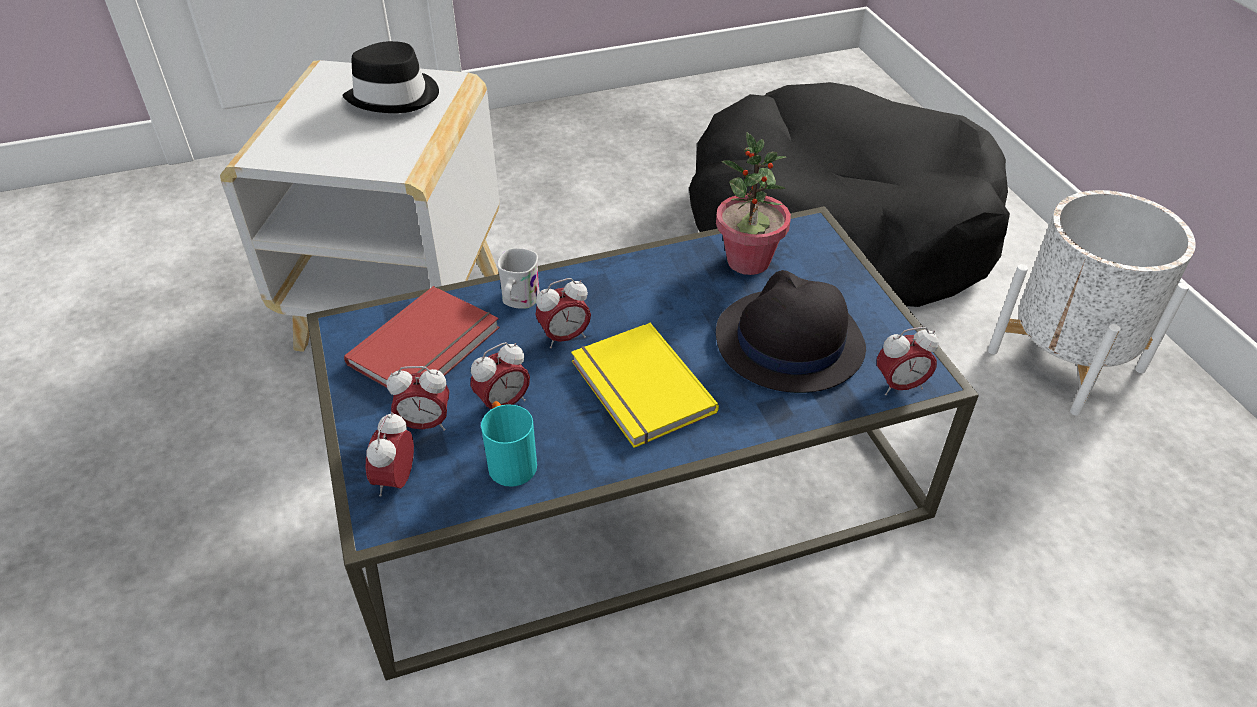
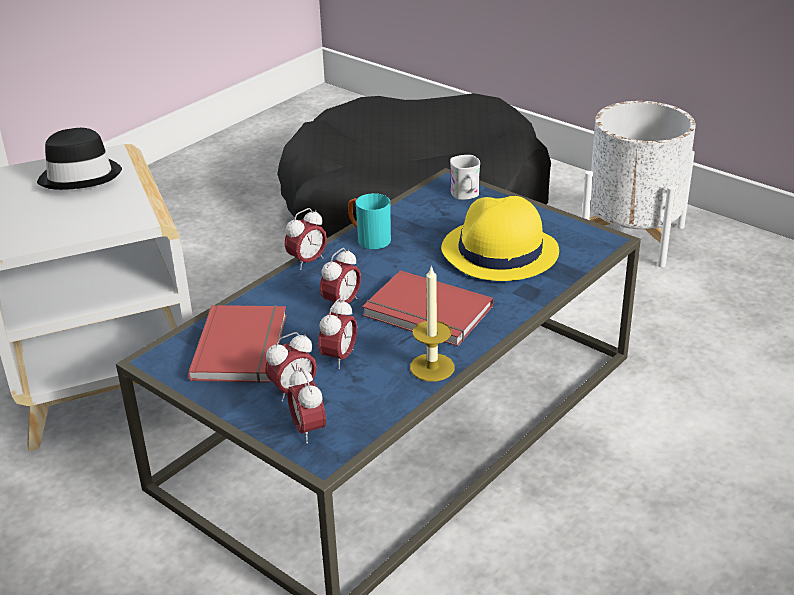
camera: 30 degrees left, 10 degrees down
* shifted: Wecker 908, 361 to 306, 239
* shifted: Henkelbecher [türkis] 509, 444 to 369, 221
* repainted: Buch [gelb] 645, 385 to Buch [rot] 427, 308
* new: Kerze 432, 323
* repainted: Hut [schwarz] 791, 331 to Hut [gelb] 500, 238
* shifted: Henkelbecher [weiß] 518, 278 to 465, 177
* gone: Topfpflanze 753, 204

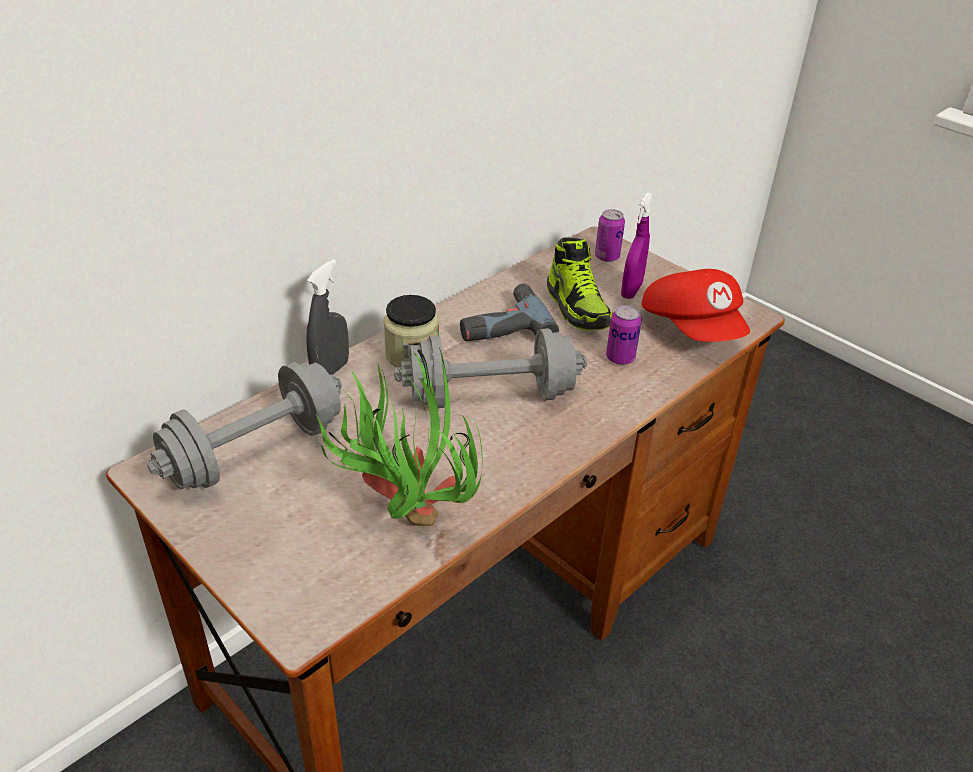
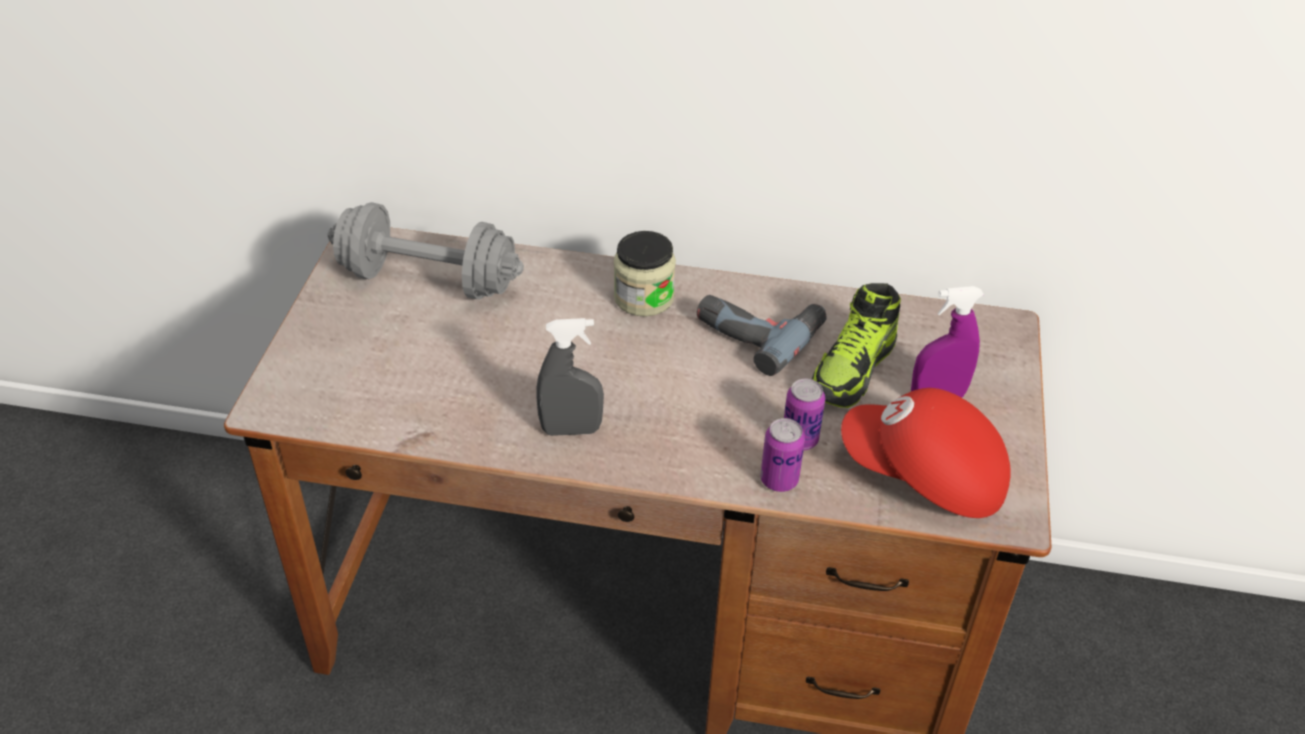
camera: 55 degrees right, 5 degrees up
* shifted: Sprühflasche [grau] 327, 317 to 570, 377
* shifted: Dose 610, 235 to 782, 455
* rotated: Kappe [rot] 695, 305 = 926, 453 75 degrees clockwise
* gone: Topfpflanze 399, 437
* gone: Hantel [grau] 490, 368

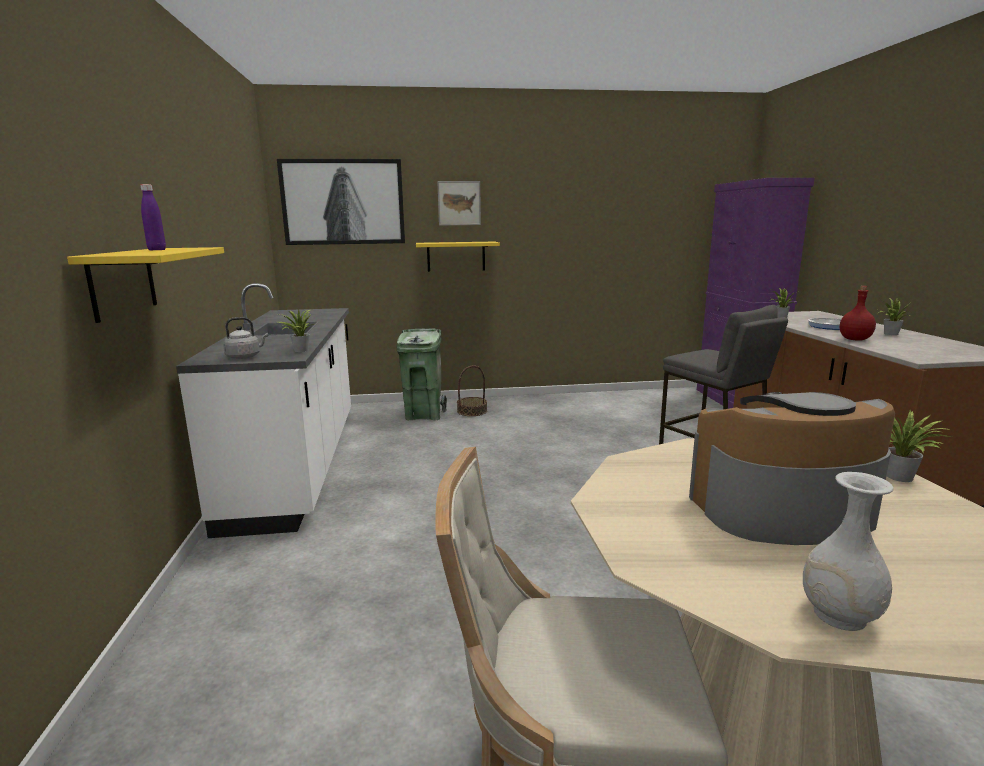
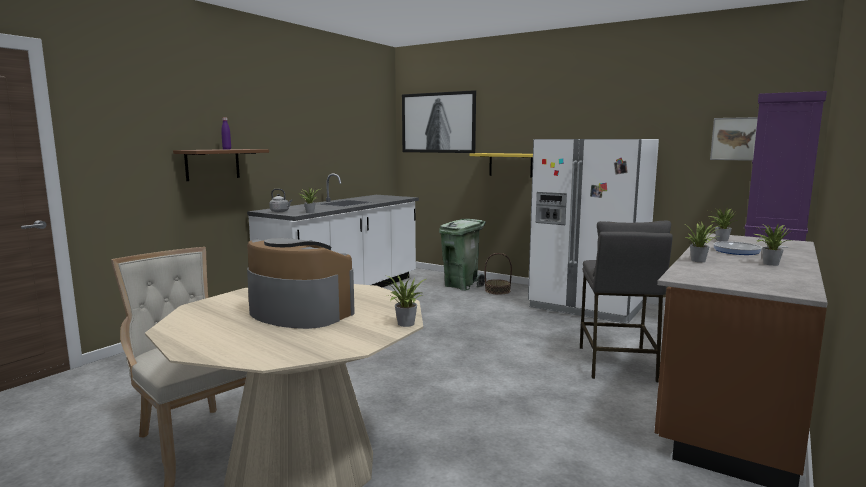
camera: 40 degrees right, 5 degrees down
* repainted: Wandregal [gelb] 145, 285 to Wandregal [braun] 221, 165
* new: Kühlschrank [weiß] 593, 231
* swapped: Flasche [rot] 858, 313 to Topfpflanze 703, 241
* shifted: Bild 459, 203 to 734, 139
* gone: Vase [weiß] 848, 551

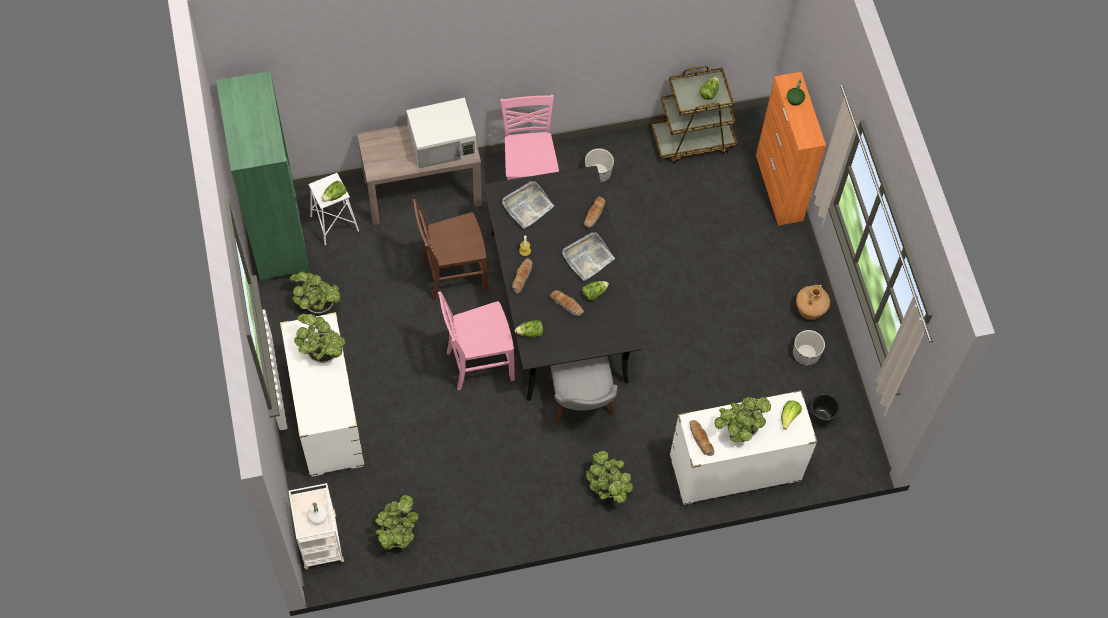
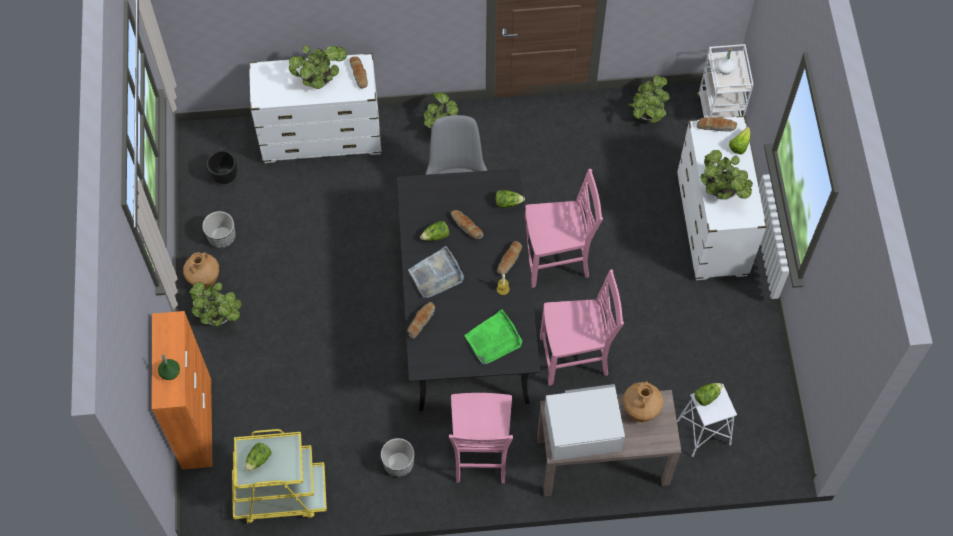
camera: 170 degrees left, 0 degrees up
* shifted: Topfpflanze 315, 292 to 215, 304
* repainted: Rollwagen [braun] 694, 114 to Rollwagen [gelb] 279, 476
* repainted: Tablett [grau] 528, 205 to Tablett [grün] 493, 336
* repainted: Stuhl [braun] 450, 250 to Stuhl [rosa] 582, 327
* new: Vase [braun] 643, 401
* new: Brot 717, 124
* shifted: Salatkopf 791, 415 to 739, 140
* gone: Bücherregal [grün] 262, 177

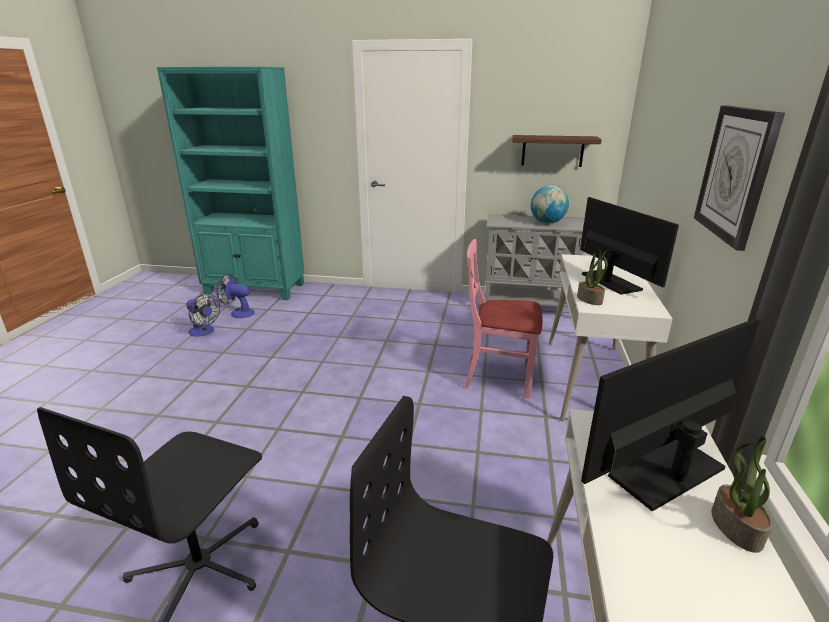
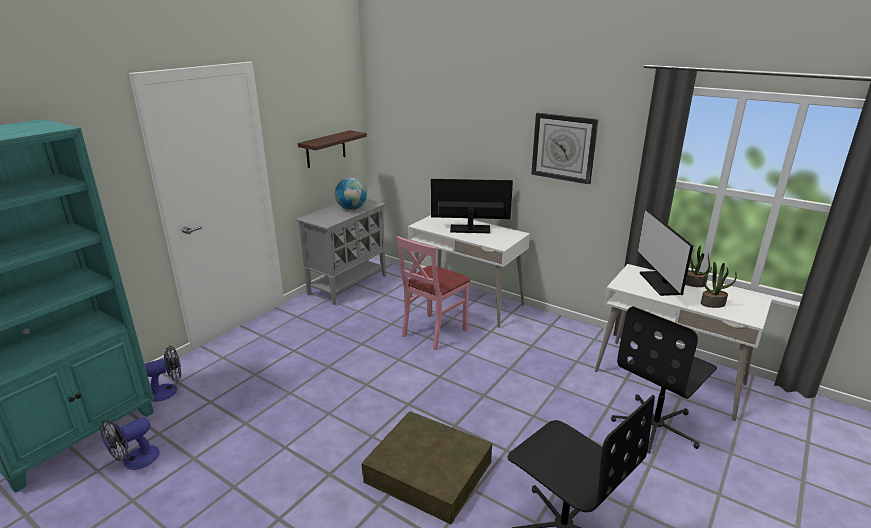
camera: 65 degrees left, 0 degrees up
* shifted: Ventilator 203, 315 to 162, 373
* new: Aufbewahrungsbox [braun] 426, 467
* shifted: Topfpflanze 592, 278 to 719, 285

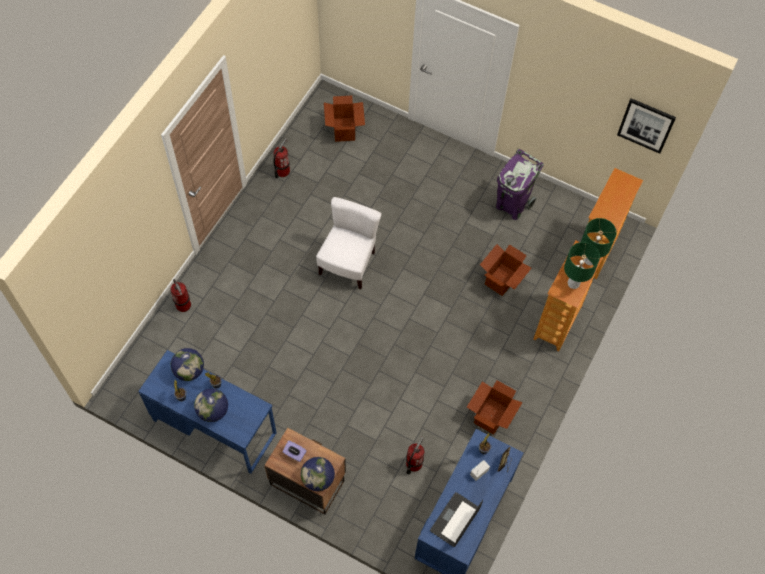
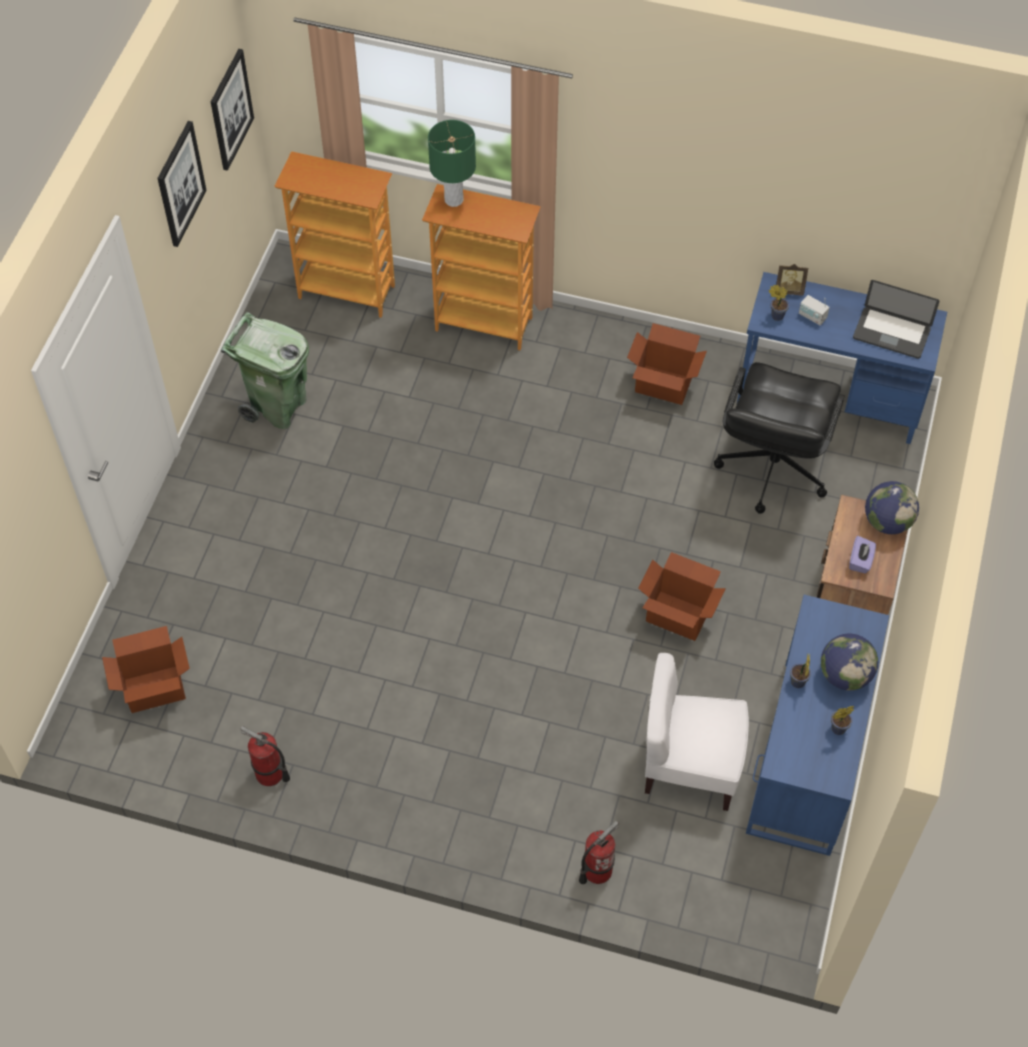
camera: 100 degrees left, 5 degrees down
* new: Bild 182, 184
* repainted: Mülleimer [lila] 520, 184 to Mülleimer [grün] 265, 370
* shifted: Karton 505, 270 to 682, 596
* shifted: Stuhl [weiß] 348, 243 to 697, 732
* swapped: Feuerlöscher 415, 455 to Bürostuhl [schwarz] 779, 438
* gone: Globus 187, 364
* gone: Tischlampe [grün] 582, 265

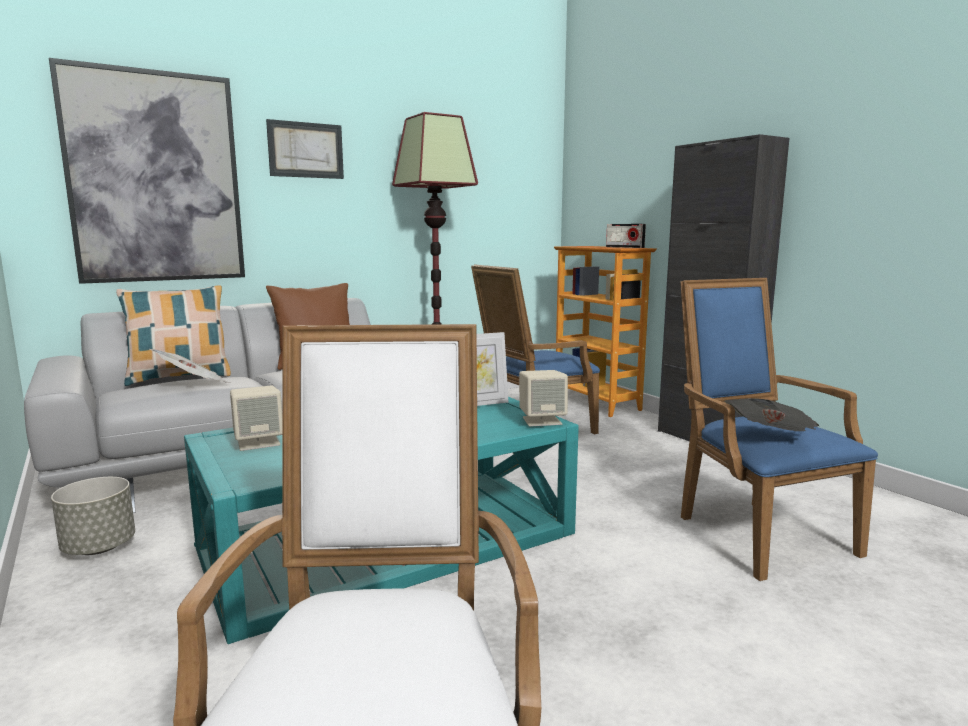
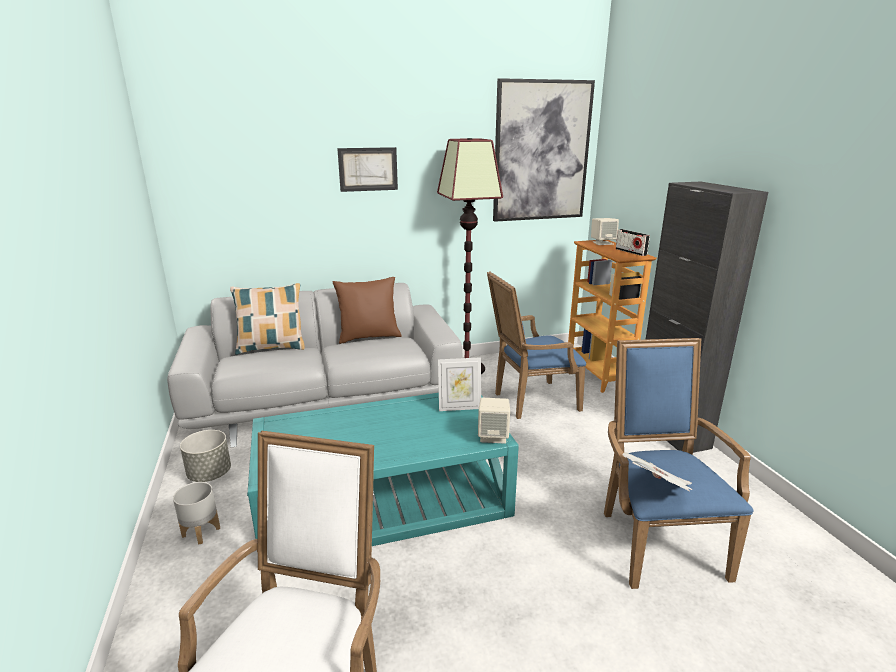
camera: 15 degrees right, 10 degrees up
* new: Pflanzkübel [grau] 196, 513
* shifted: Bild 147, 171 to 544, 150
* shifted: Lautsprecher [beige] 256, 418 to 605, 231
* gone: Zeitung 190, 366

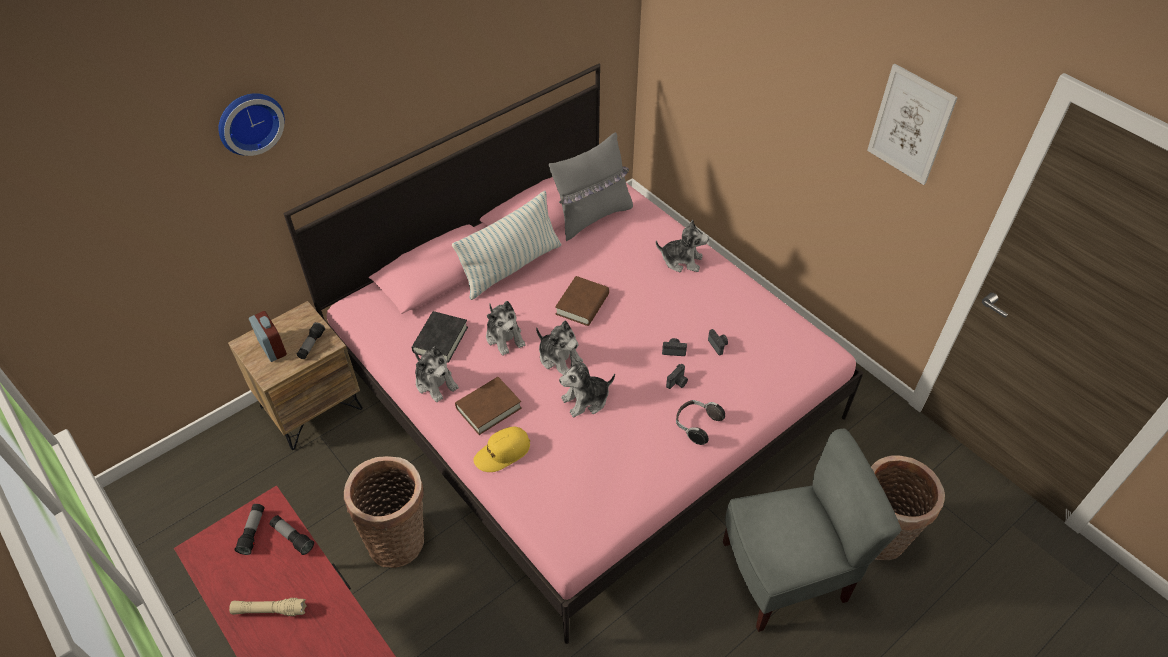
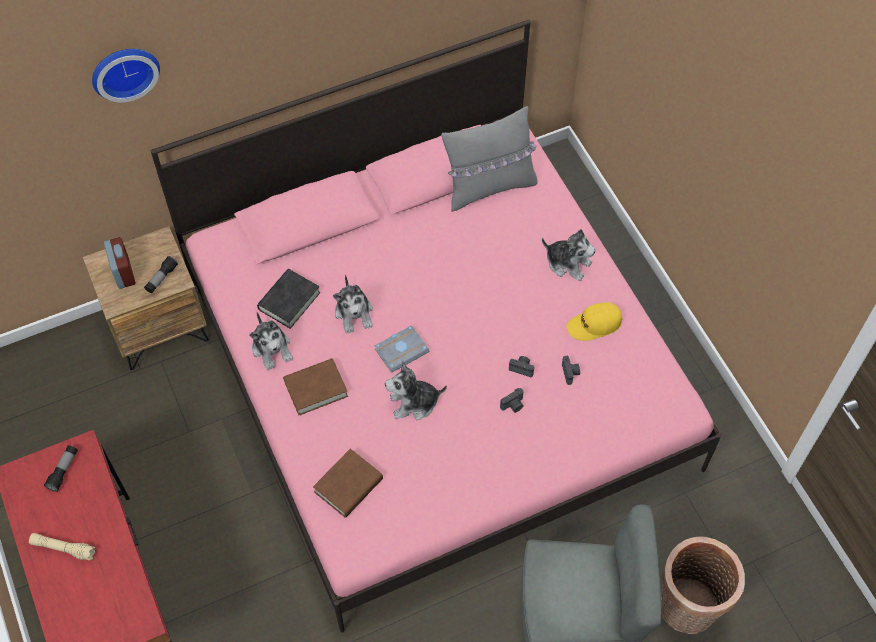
camera: 15 degrees right, 10 degrees up
* shifted: Buch [braun] 582, 301 to 348, 483
* swapped: Plüschtier 559, 348 to Buch [grau] 402, 349
* shifted: Kappe [gelb] 501, 449 to 594, 321
* gone: Taschenlampe 292, 535
* gone: Korb 384, 512
* gone: Kissen 506, 245
* gone: Kopfhörer 700, 422
* gone: Bild 912, 124

